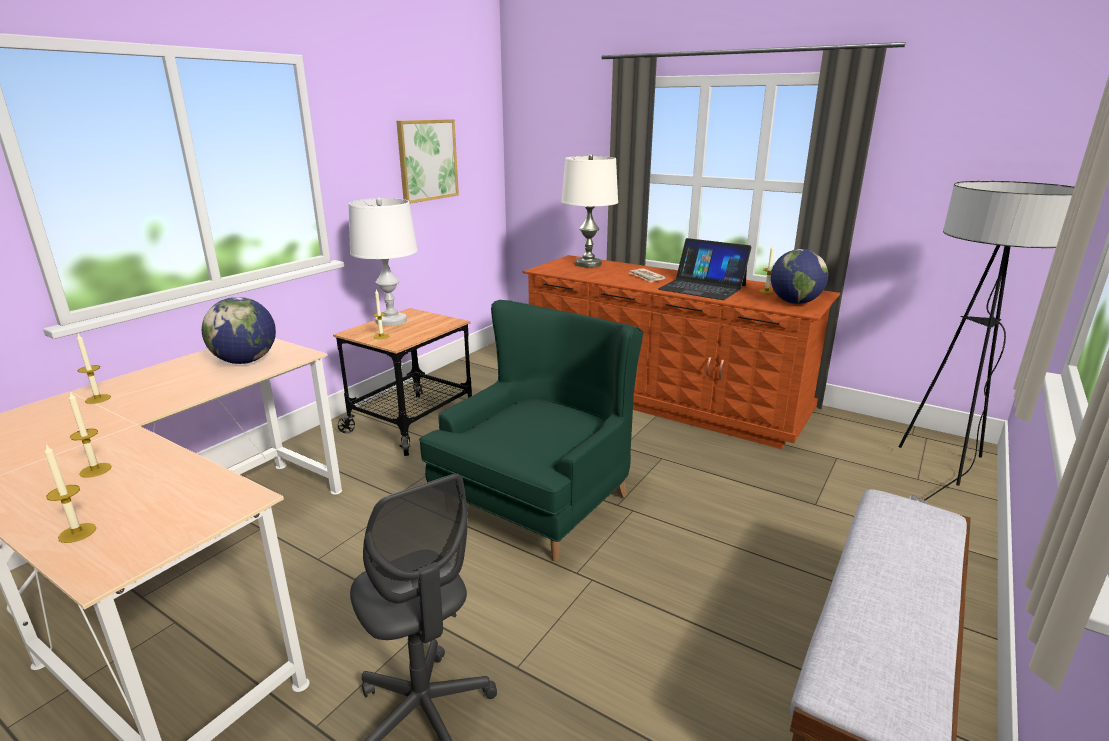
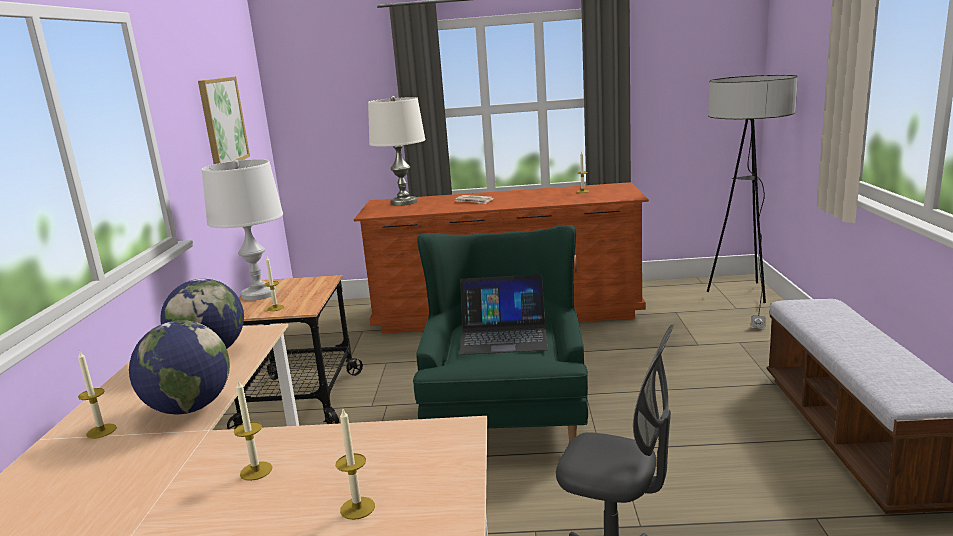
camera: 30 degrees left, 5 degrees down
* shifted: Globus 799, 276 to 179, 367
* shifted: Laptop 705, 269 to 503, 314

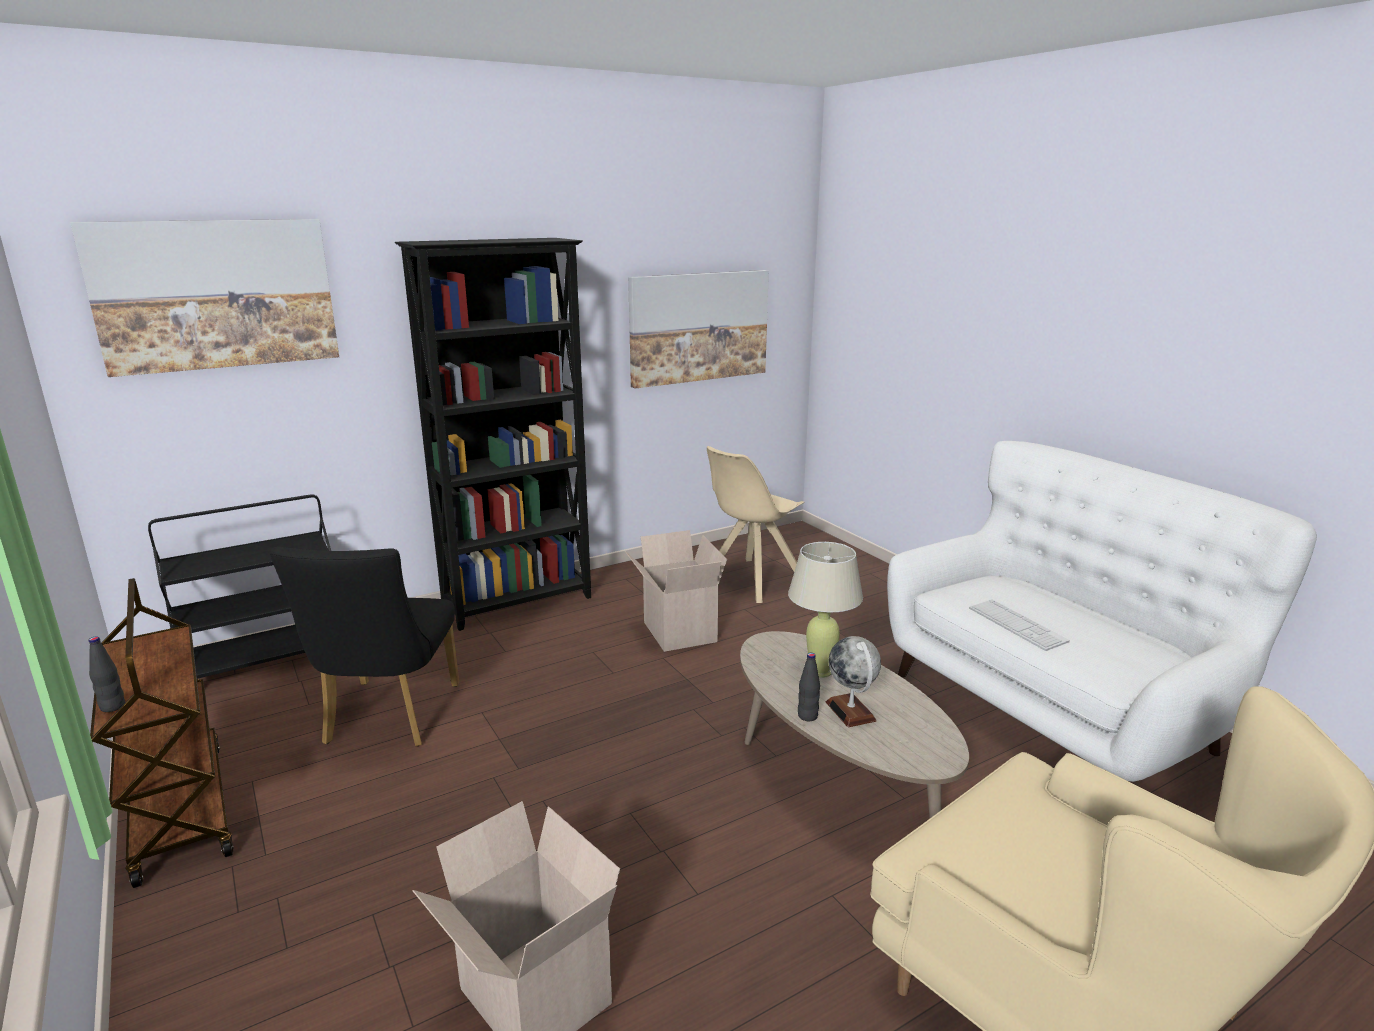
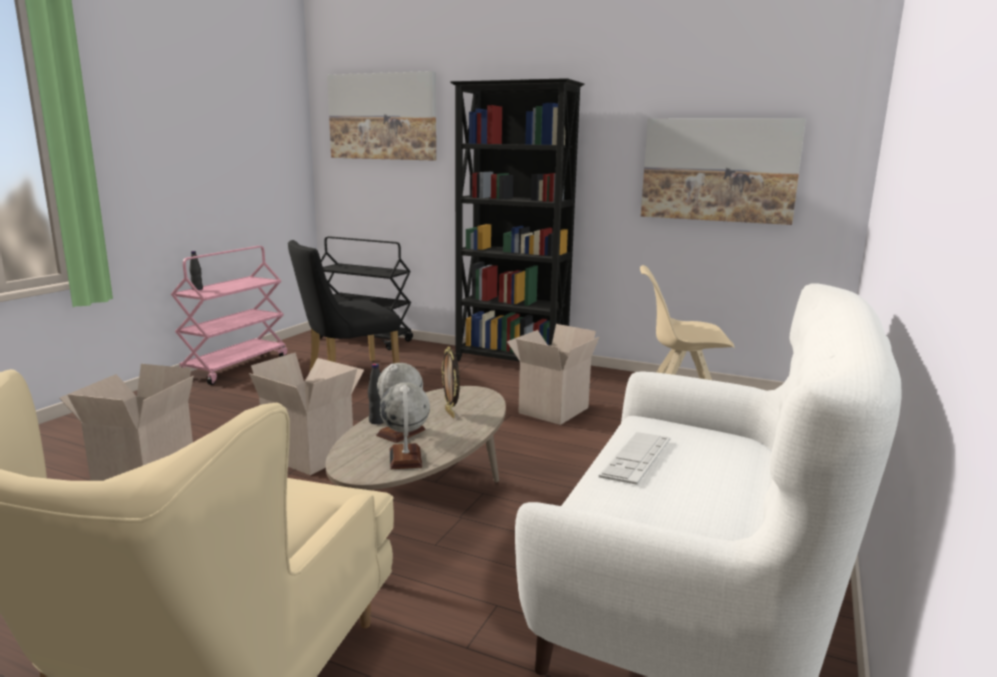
camera: 55 degrees right, 5 degrees down
* repainted: Rollwagen [braun] 162, 733 to Rollwagen [rosa] 229, 315
* new: Karton 306, 413
* new: Globus 404, 425
* swapped: Tischlampe [beige] 825, 610 to Bilderrahmen 450, 382

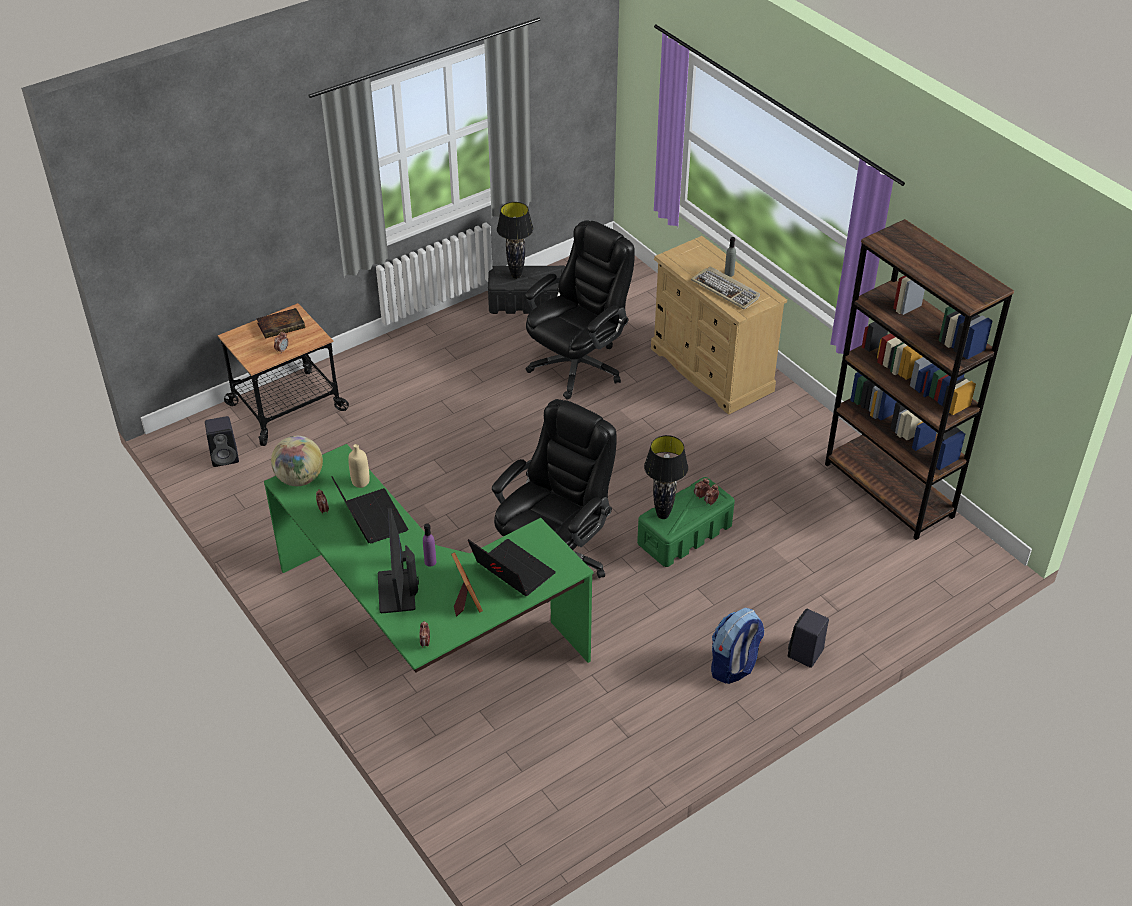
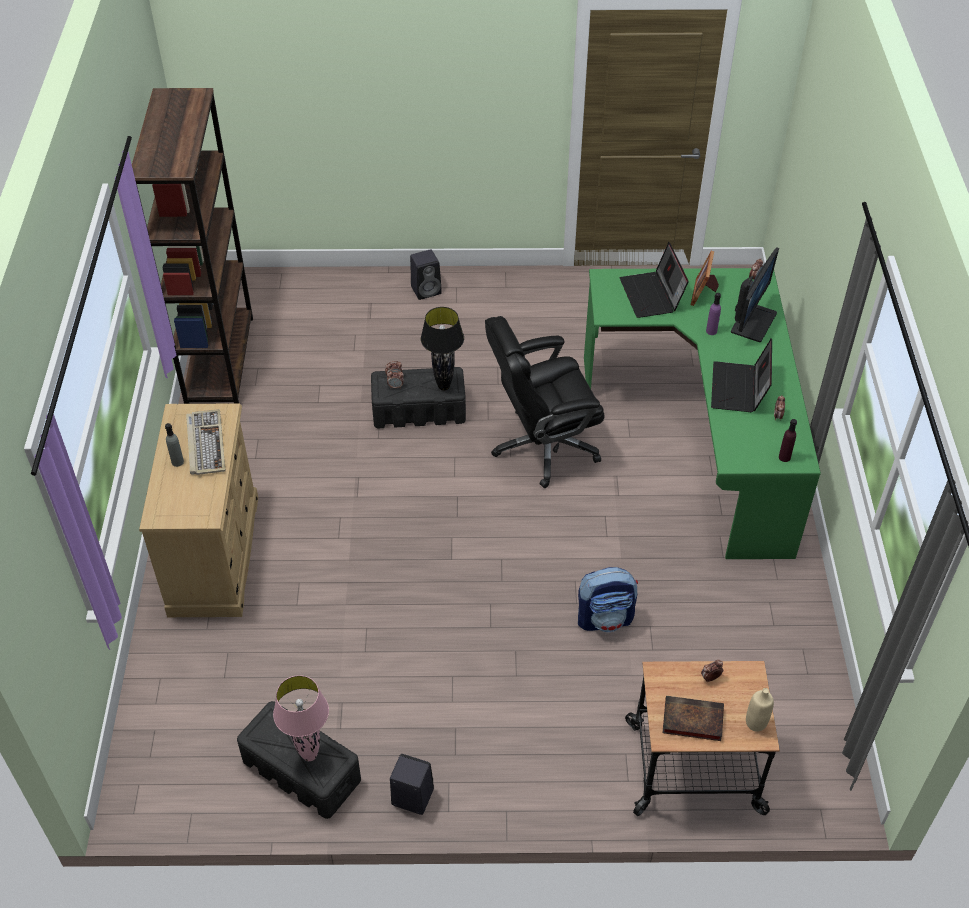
camera: 145 degrees left, 5 degrees up
* repainted: Tischlampe [schwarz] 515, 240 to Tischlampe [rosa] 301, 718
* repainted: Aufbewahrungsbox [grün] 686, 522 to Aufbewahrungsbox [schwarz] 418, 397
* shifted: Lautsprecher [schwarz] 222, 441 to 412, 784
* shifted: Rucksack 737, 646 to 608, 599
* shifted: Flasche [beige] 359, 466 to 760, 710
* swapped: Globus 297, 461 to Flasche [lila] 788, 440
* gone: Bürostuhl [schwarz] 580, 310

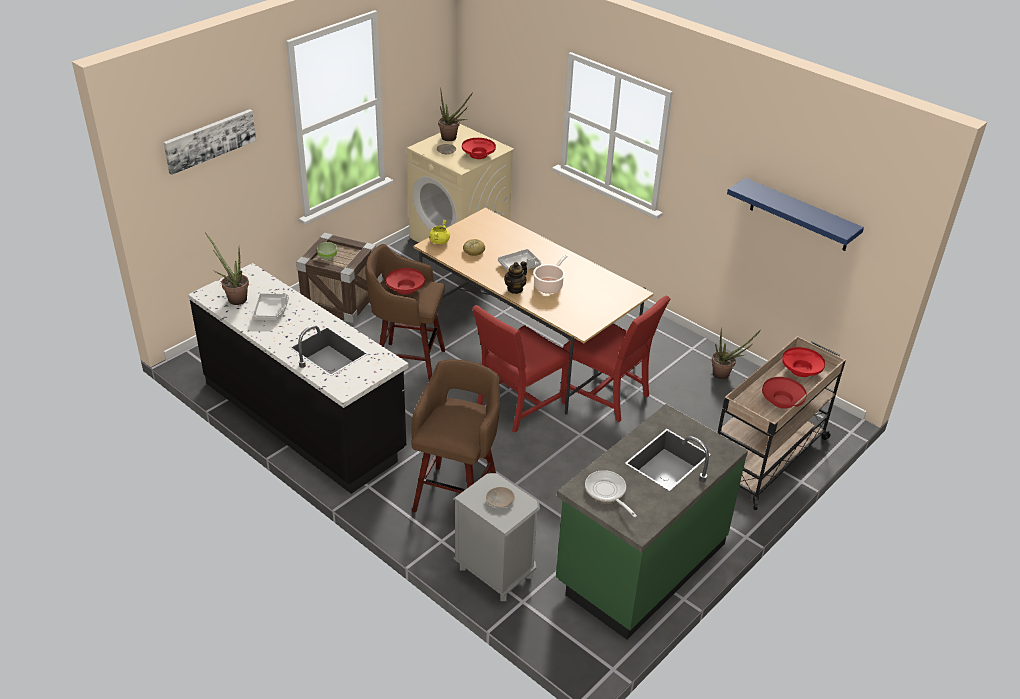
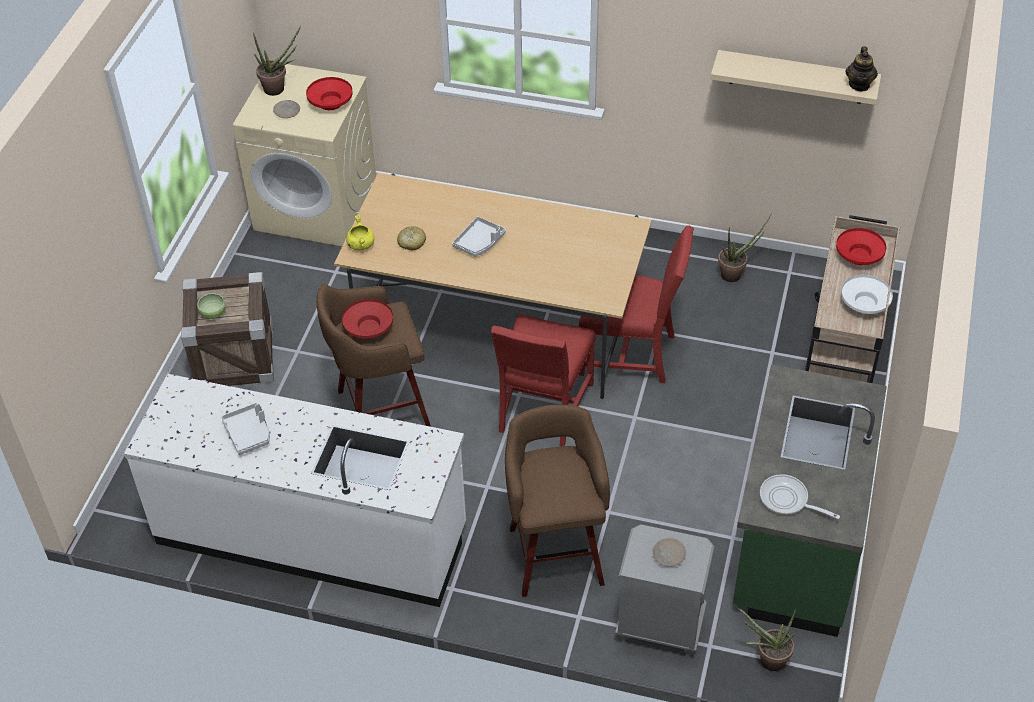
camera: 25 degrees left, 10 degrees up
* repainted: Küchenzeile [schwarz] 298, 378 to Küchenzeile [weiß] 295, 490
* repainted: Wandregal [blau] 795, 214 to Wandregal [beige] 796, 77
* shifted: Topfpflanze 227, 268 to 767, 639
* repainted: Schüssel [rot] 784, 393 to Schüssel [weiß] 867, 294
* shifted: Teekanne 515, 277 to 862, 69
* gone: Bild 209, 142
* gone: Kochtopf 550, 274

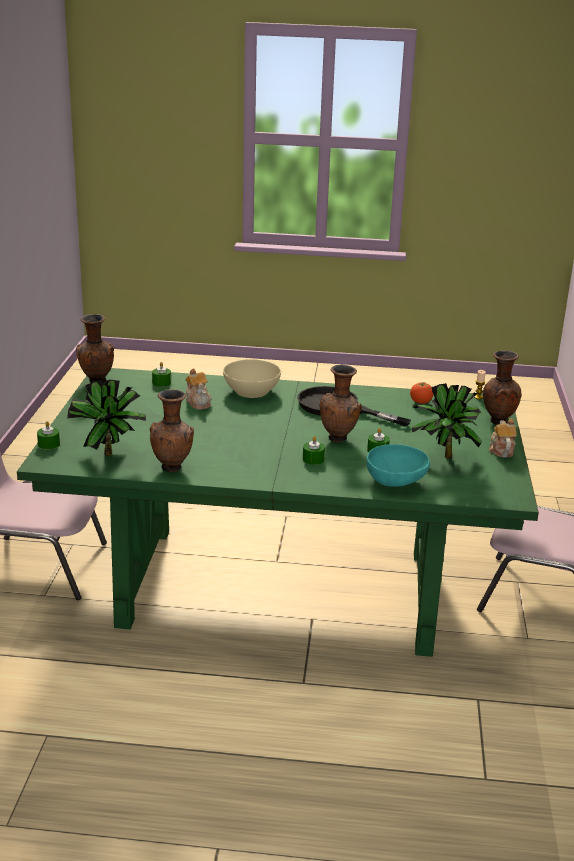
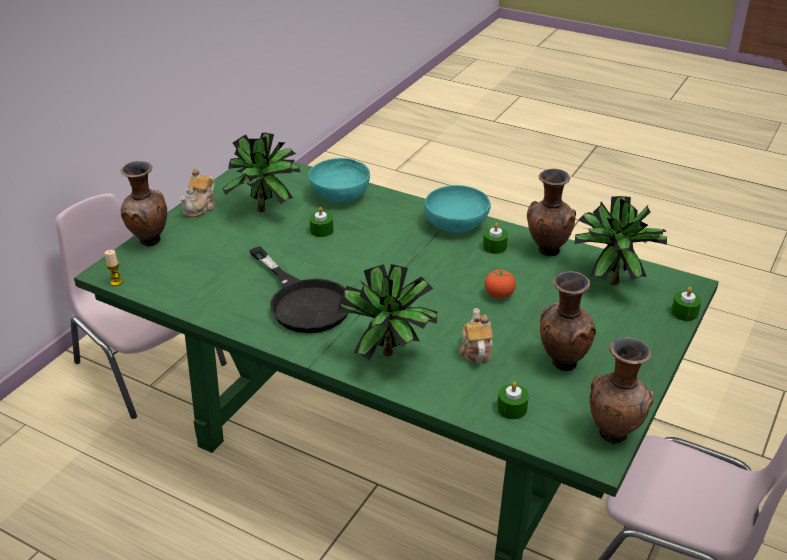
camera: 155 degrees left, 10 degrees up
* swapped: Schüssel [beige] 252, 378 to Topfpflanze 387, 312
* new: Schüssel [türkis] 457, 209
* shifted: Kerze [grün] 314, 450 to 495, 238
* shifted: Tomate 422, 393 to 500, 284
* shifted: Vase [braun] 341, 403 to 568, 321

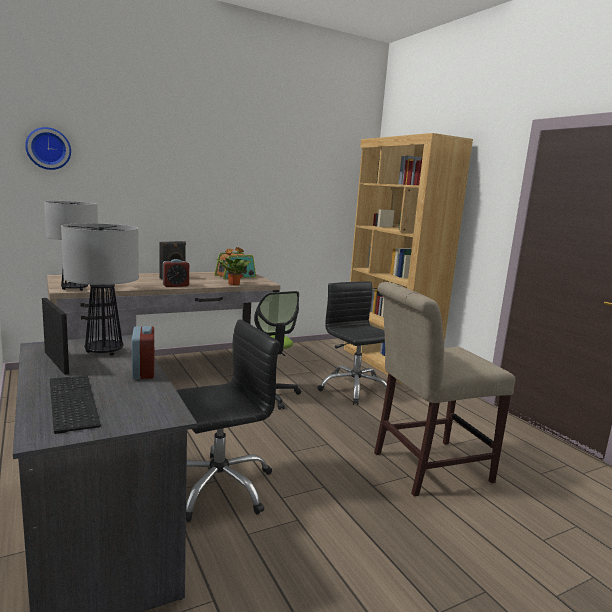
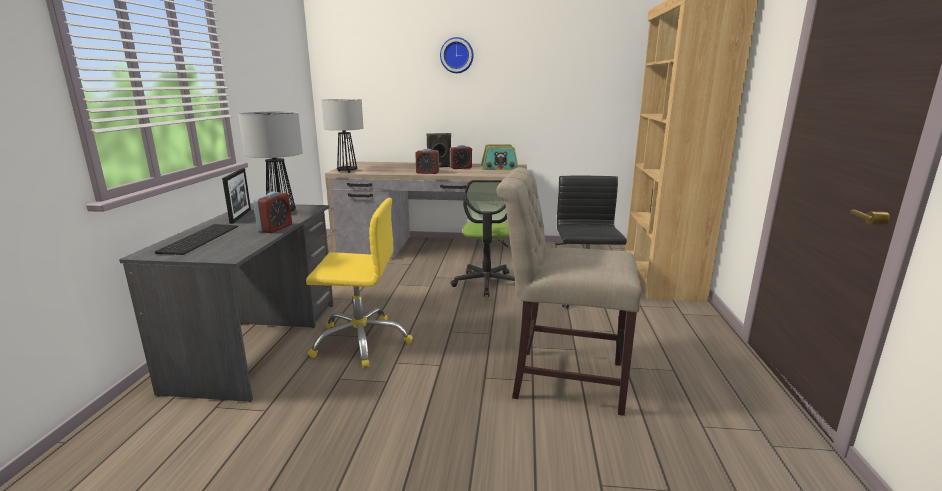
camera: 35 degrees right, 5 degrees up
* repainted: Bürostuhl [schwarz] 228, 420 to Bürostuhl [gelb] 359, 283
* shifted: Wanduhr 48, 148 to 457, 55
* new: Wecker 461, 157
* gone: Topfpflanze 234, 266

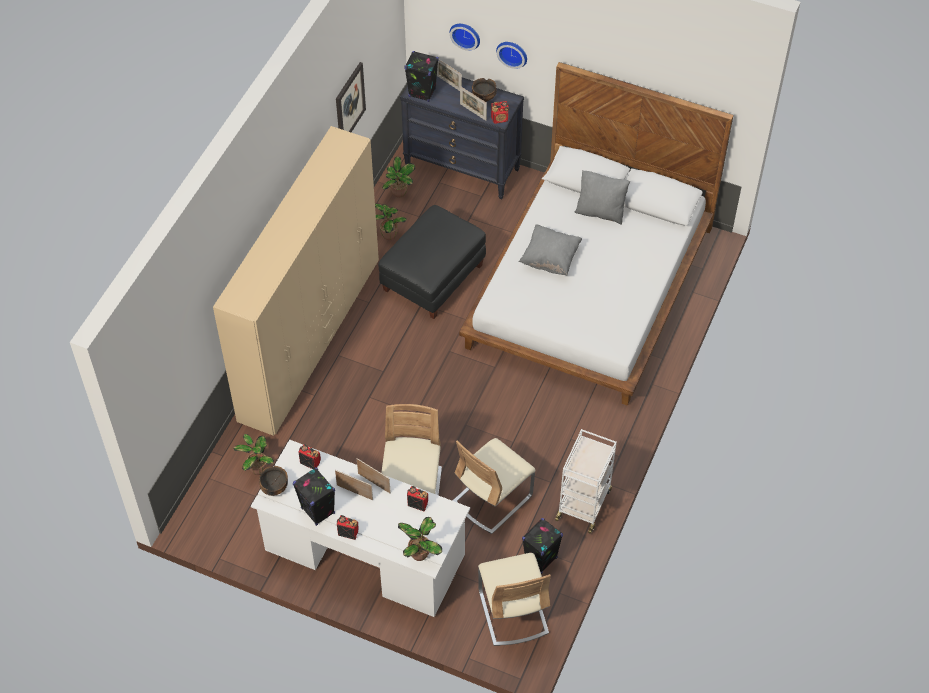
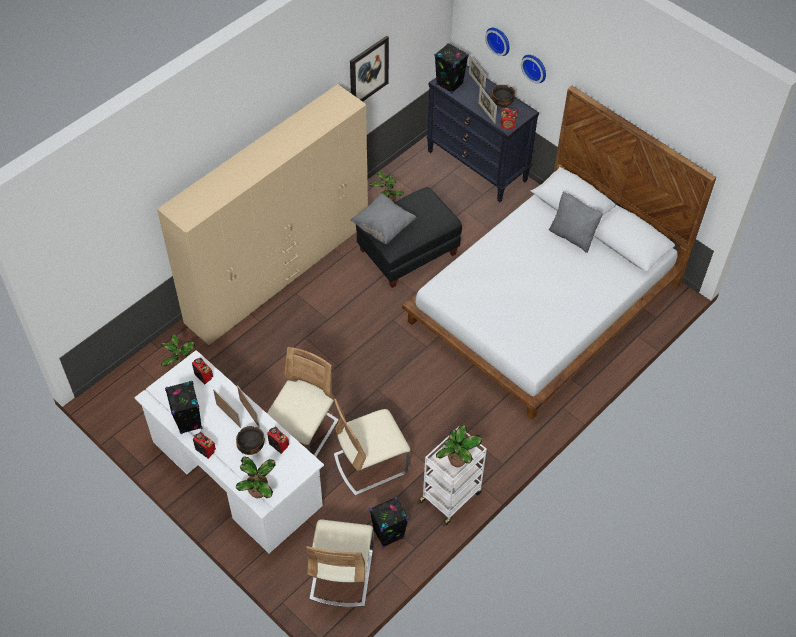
camera: 20 degrees right, 0 degrees up
* shifted: Schüssel 273, 481 to 250, 440
* shifted: Kissen [grau] 550, 249 to 383, 218
* shifted: Topfpflanze 398, 176 to 459, 446

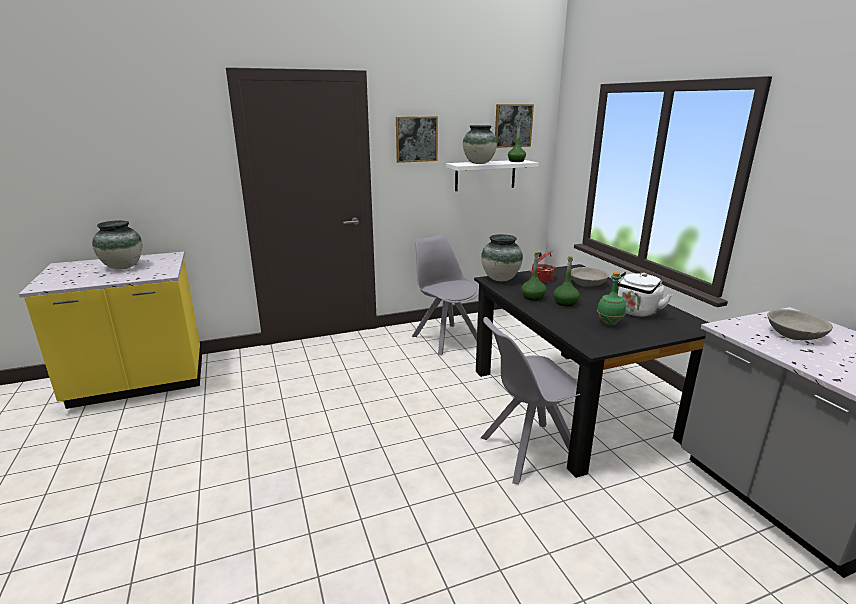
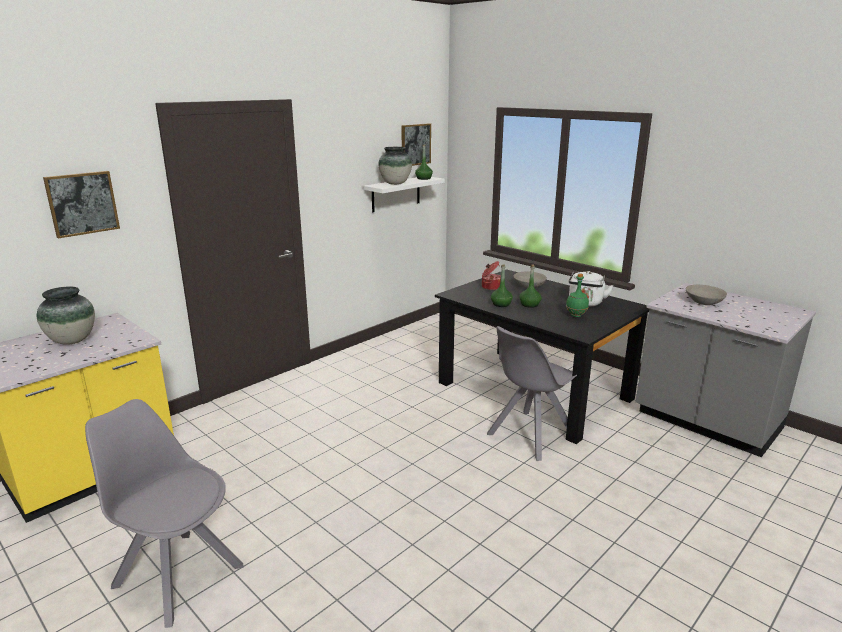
camera: 25 degrees left, 0 degrees up
* shifted: Bild 417, 139 to 81, 205
* shifted: Stuhl [grau] 445, 295 to 164, 513
* gone: Vase 502, 257

